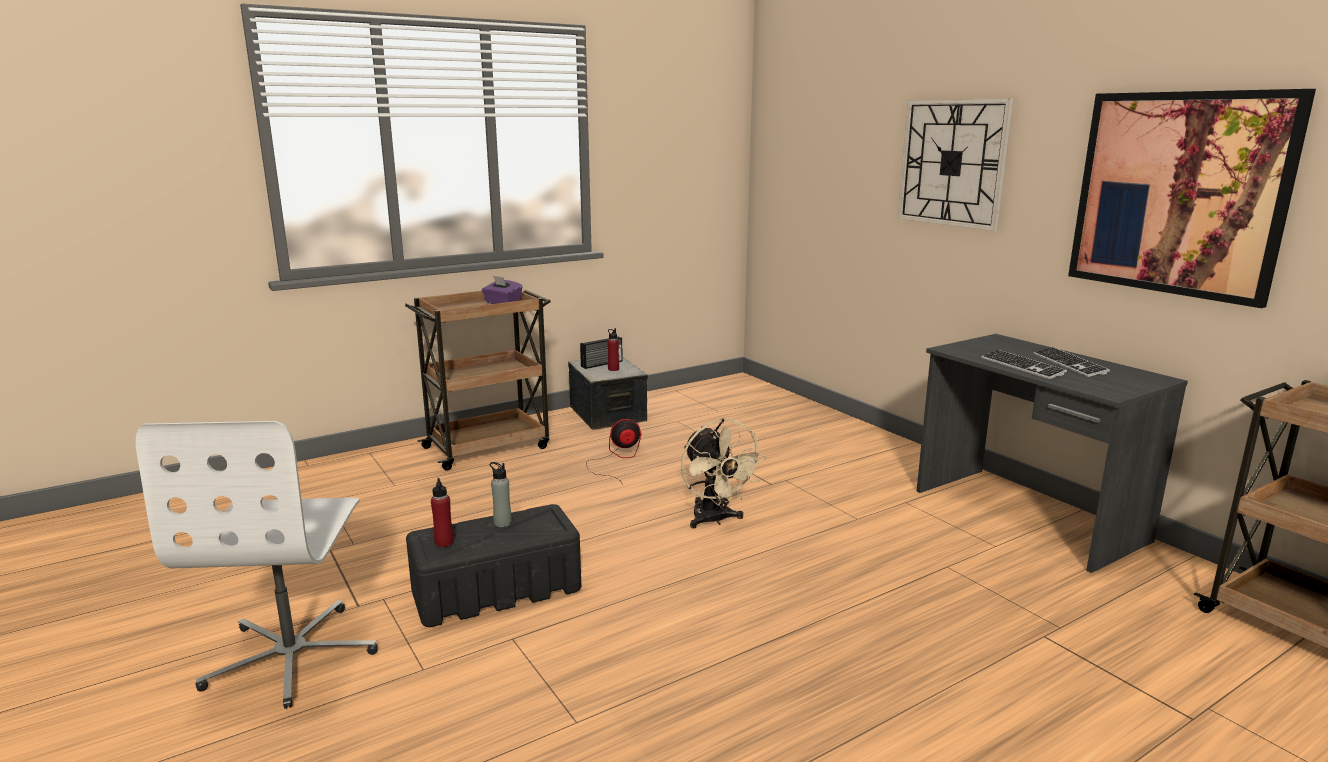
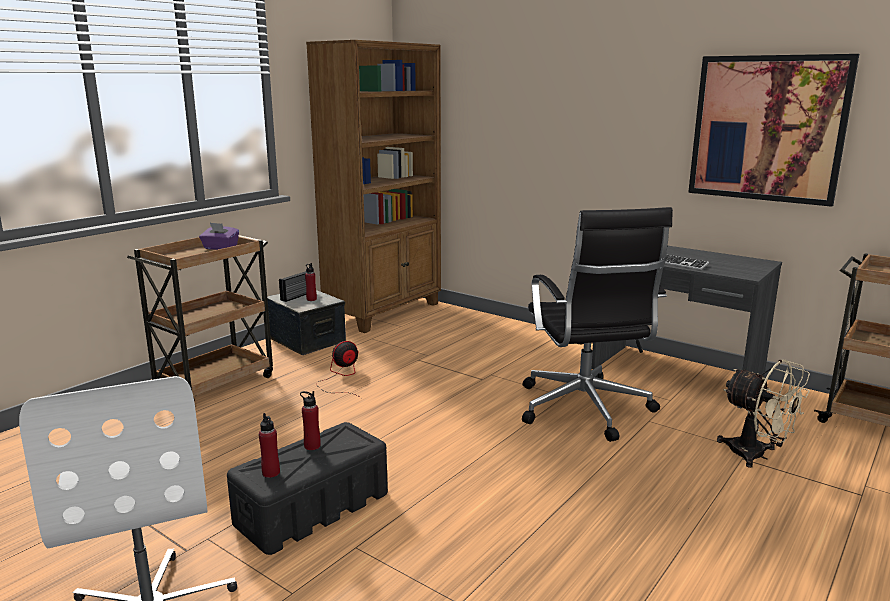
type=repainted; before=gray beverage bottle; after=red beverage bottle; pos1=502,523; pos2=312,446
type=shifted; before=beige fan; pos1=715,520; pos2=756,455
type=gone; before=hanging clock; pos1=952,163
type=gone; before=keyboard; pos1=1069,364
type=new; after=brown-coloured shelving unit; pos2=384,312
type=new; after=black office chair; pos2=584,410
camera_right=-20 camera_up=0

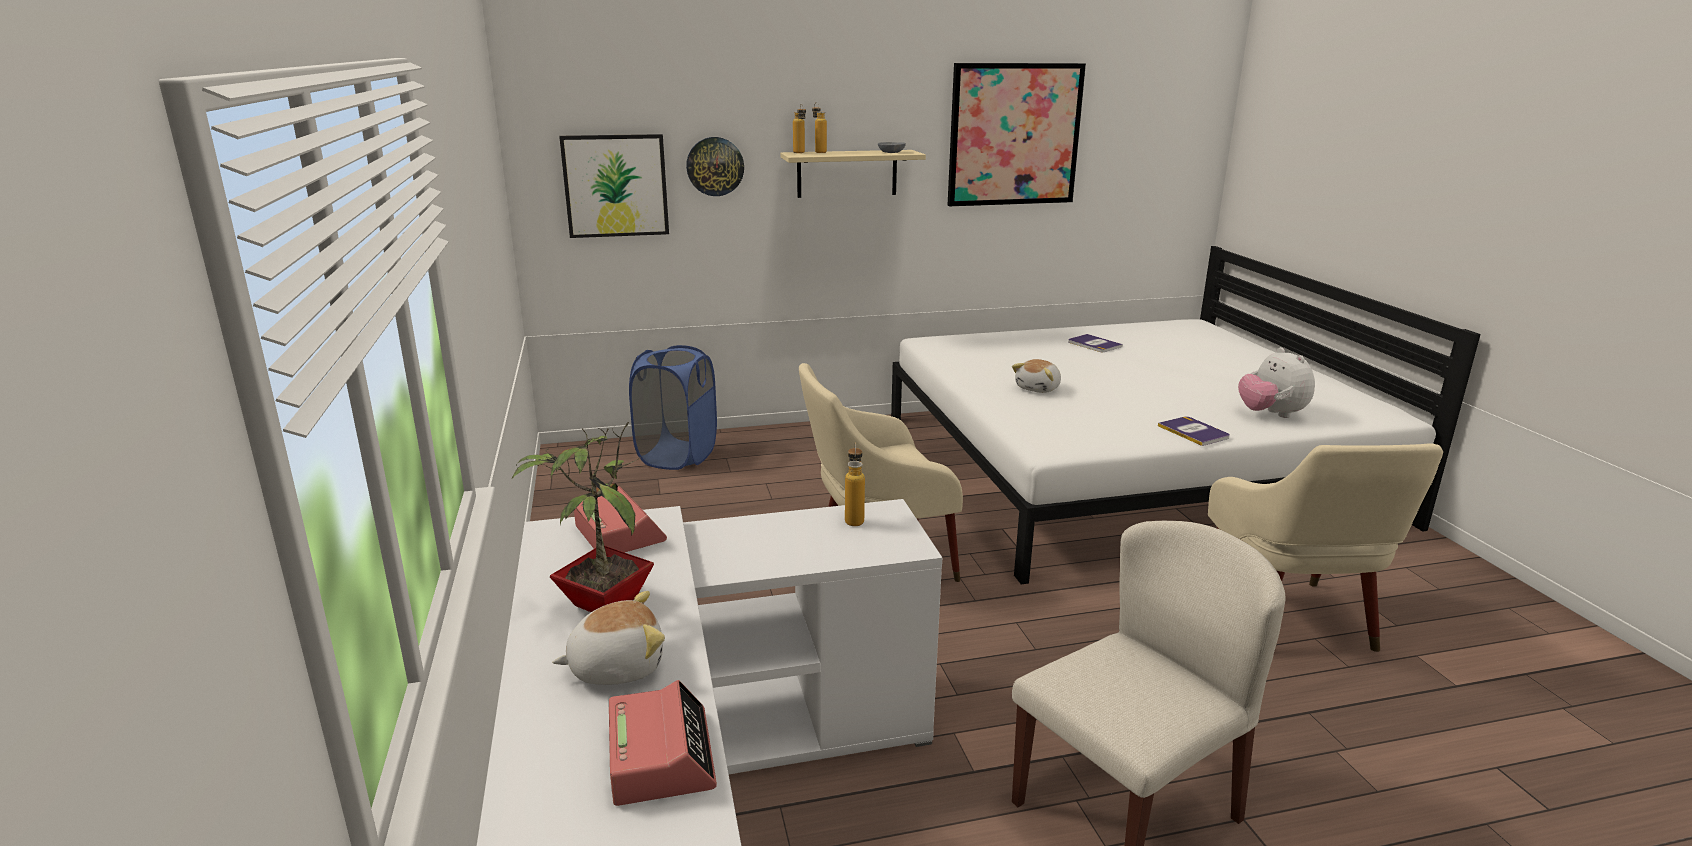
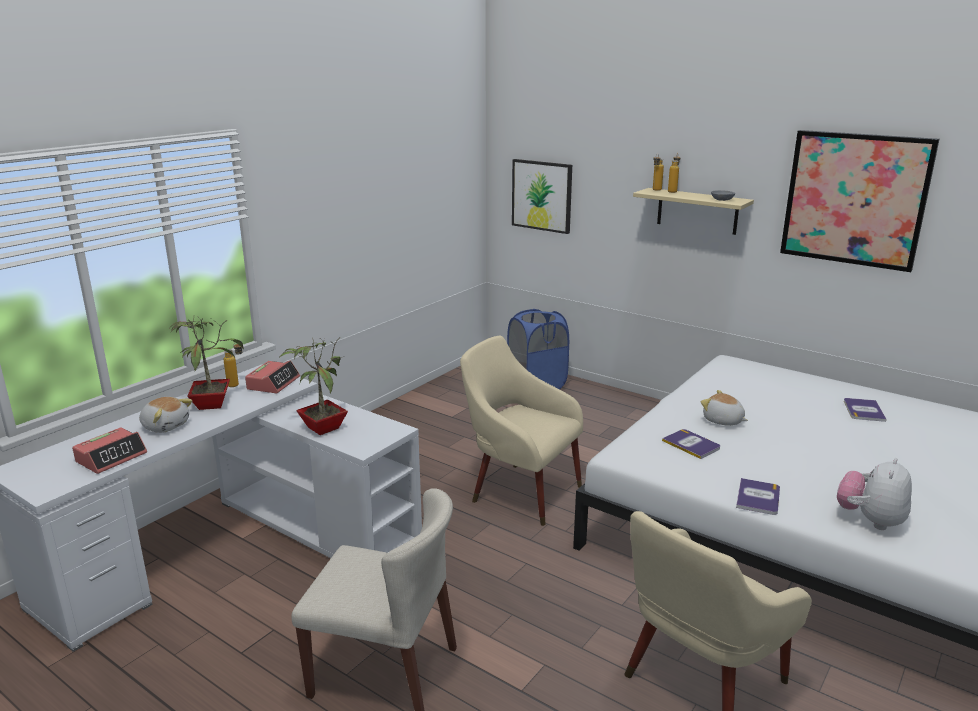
type=gone; before=hanging clock; pos1=715,166
type=shifted; before=beverage bottle; pos1=854,518; pos2=237,384
type=rotated; before=cuddly toy; pos1=1038,388; pos2=723,421; turn=45
type=new; after=plant in a pot; pos2=322,428
type=new; after=volume; pos2=691,444
camera_right=50 camera_up=0

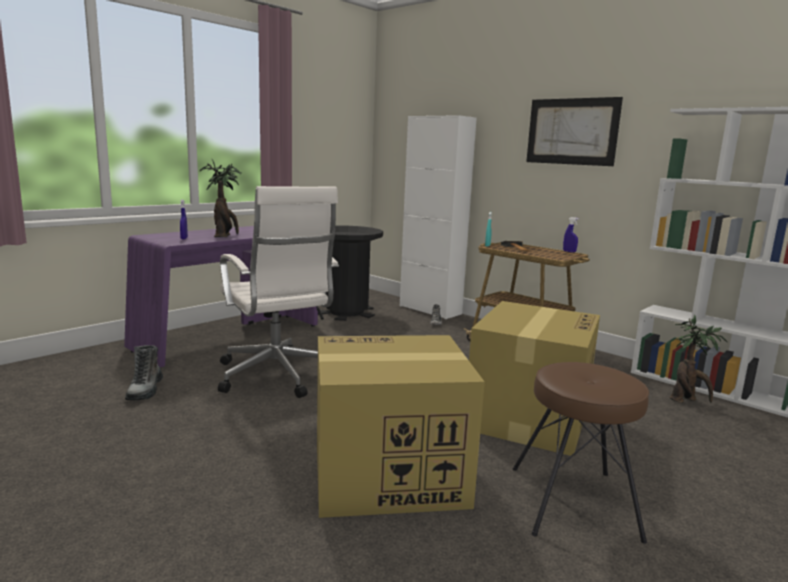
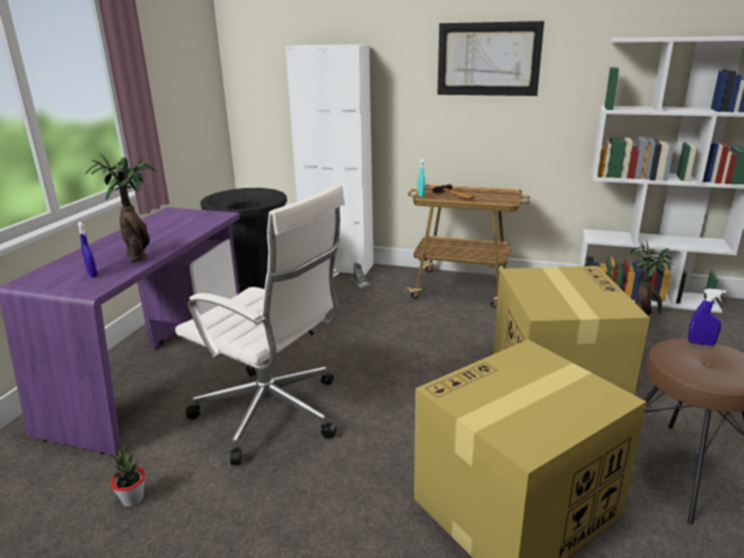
type=swapped; before=boot; after=plant in a pot; pos1=145,390; pos2=132,499
type=shifted; before=bluish sprayer; pos1=569,251; pos2=700,343
camera_right=-25 camera_up=10

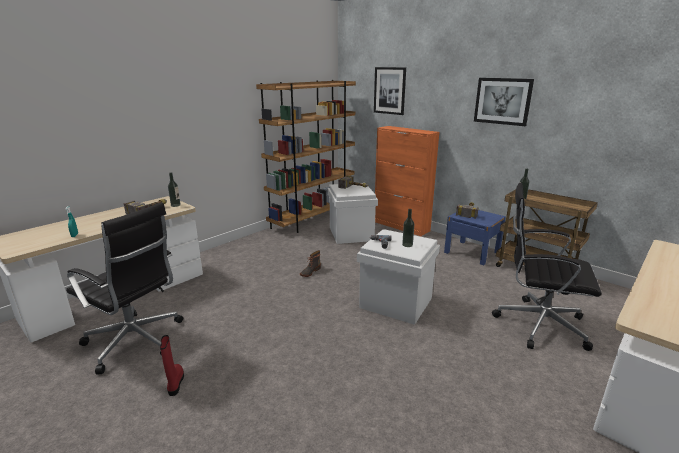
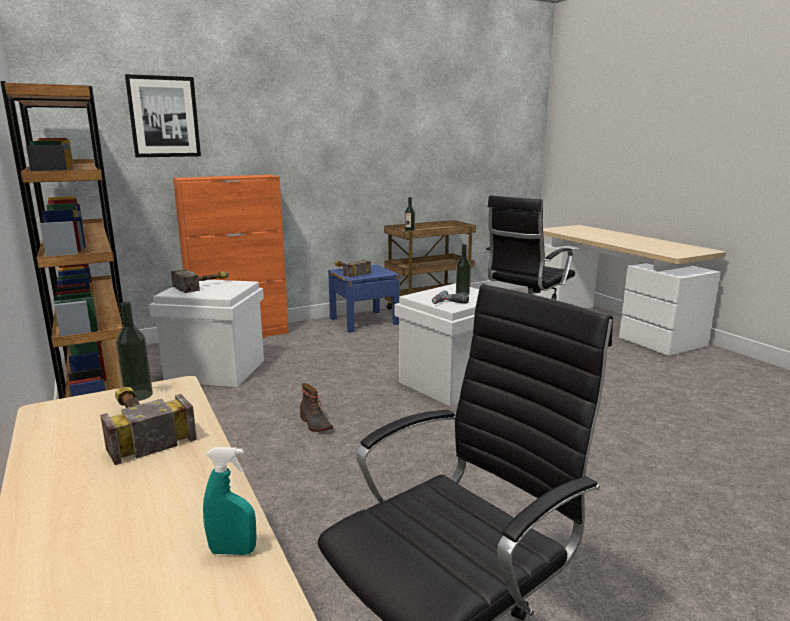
type=gone; before=red boot; pos1=175,382
type=gone; before=wall picture; pos1=502,101
camera_right=-70 camera_up=-5

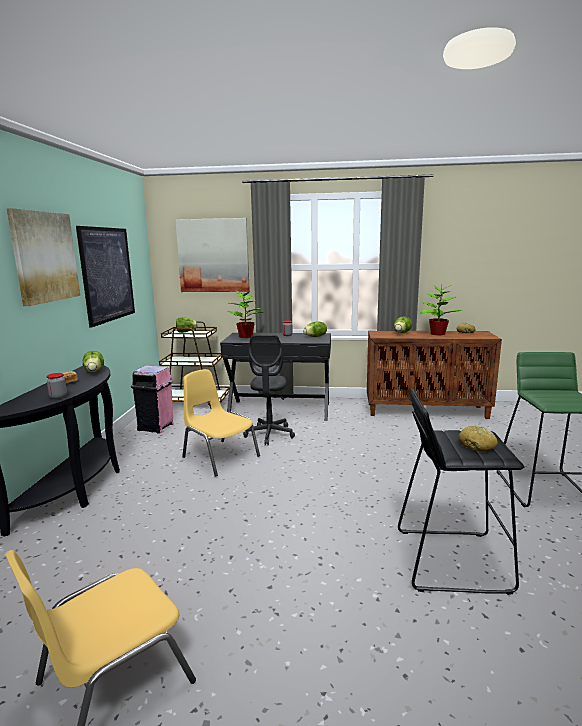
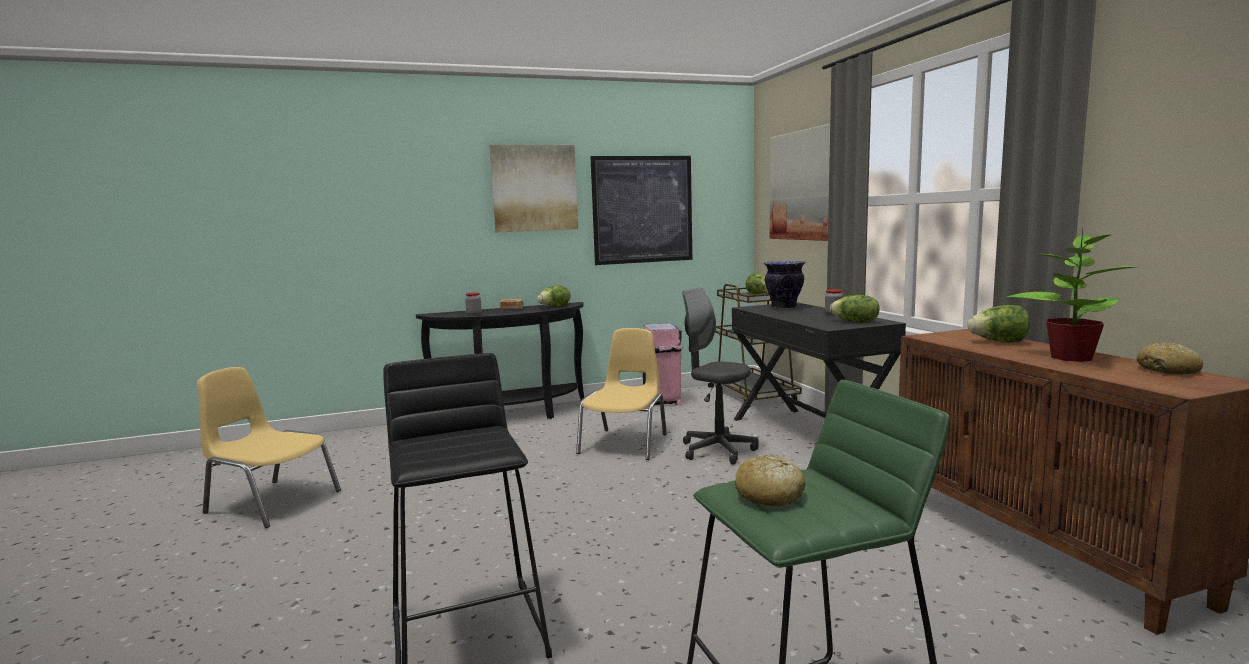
type=swapped; before=plant in a pot; after=flower vase; pos1=246,336; pos2=783,307
type=rotated; before=gray office chair; pos1=269,434; pos2=717,450; turn=60
type=shifted; before=bakery bread; pos1=477,446; pos2=769,495
camera_right=65 camera_up=-5

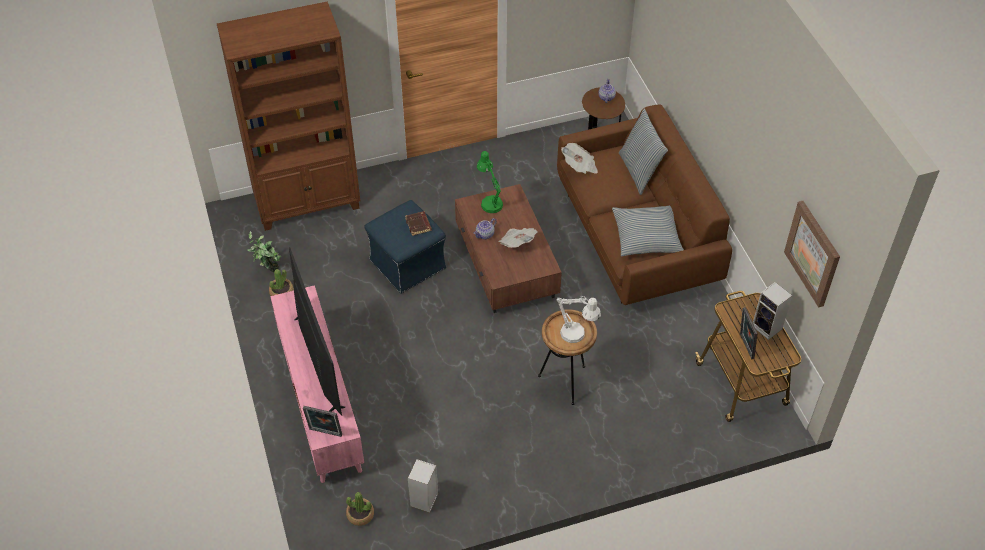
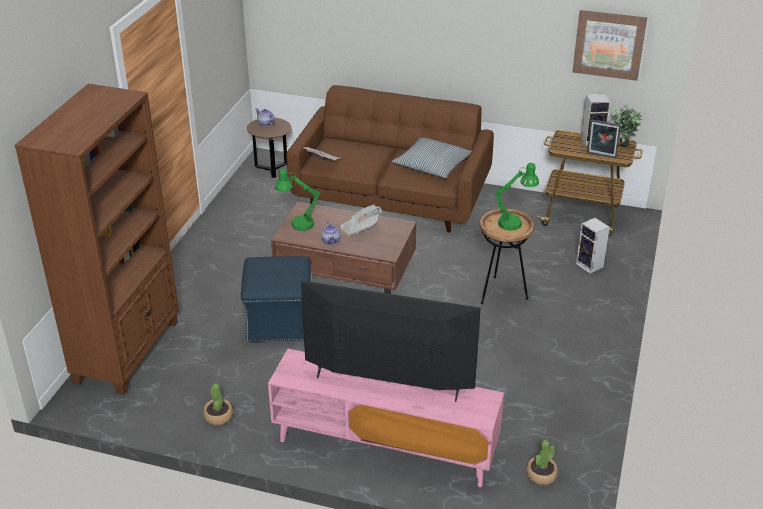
type=shifted; before=plant in a pot; pos1=268,271; pos2=623,148
type=gone; before=picture frame; pos1=325,433
type=gone; before=brown-coloured volume; pos1=419,225
type=shifted; before=speaker; pos1=424,501; pos2=590,266
type=repainted; before=white-coloured table lamp; after=green table lamp; pos1=577,335; pos2=514,222
type=gone; before=throw pillow; pos1=639,171
camera_right=-55 camera_up=-15

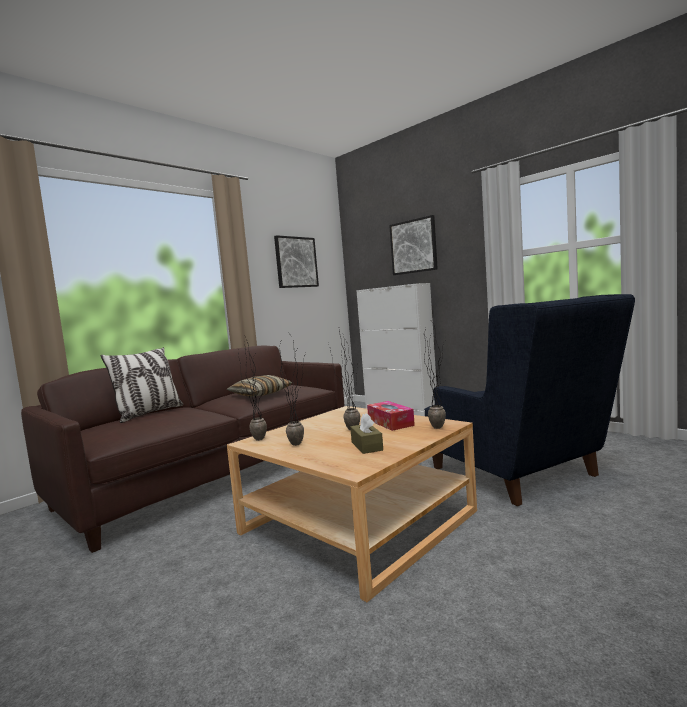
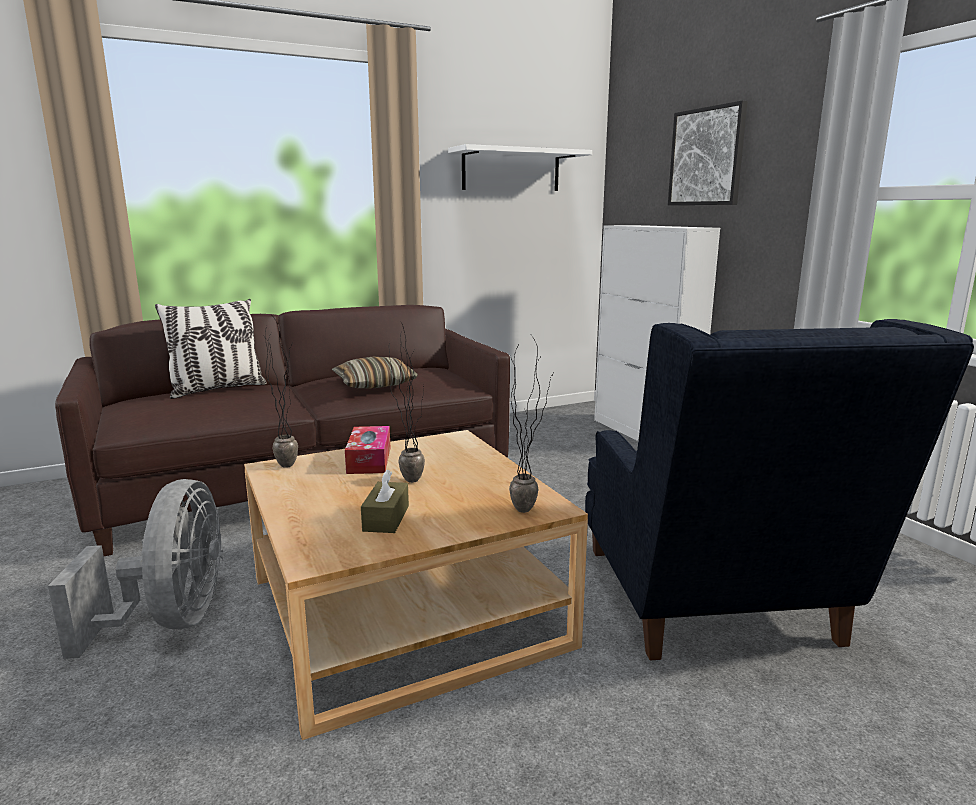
type=swapped; before=wall picture; after=white-coloured shelf; pos1=296,262; pos2=511,170
type=gone; before=plant in a pot; pos1=301,443
type=shifted; before=tissue holder; pos1=390,422; pos2=369,460
type=new; after=gray fan; pos2=172,620
camera_right=20 camera_up=10

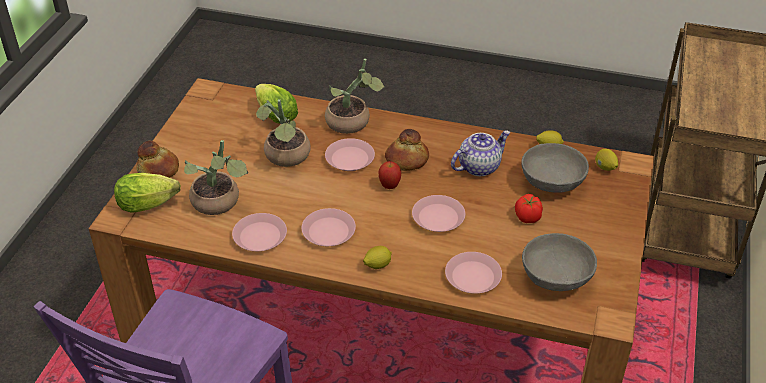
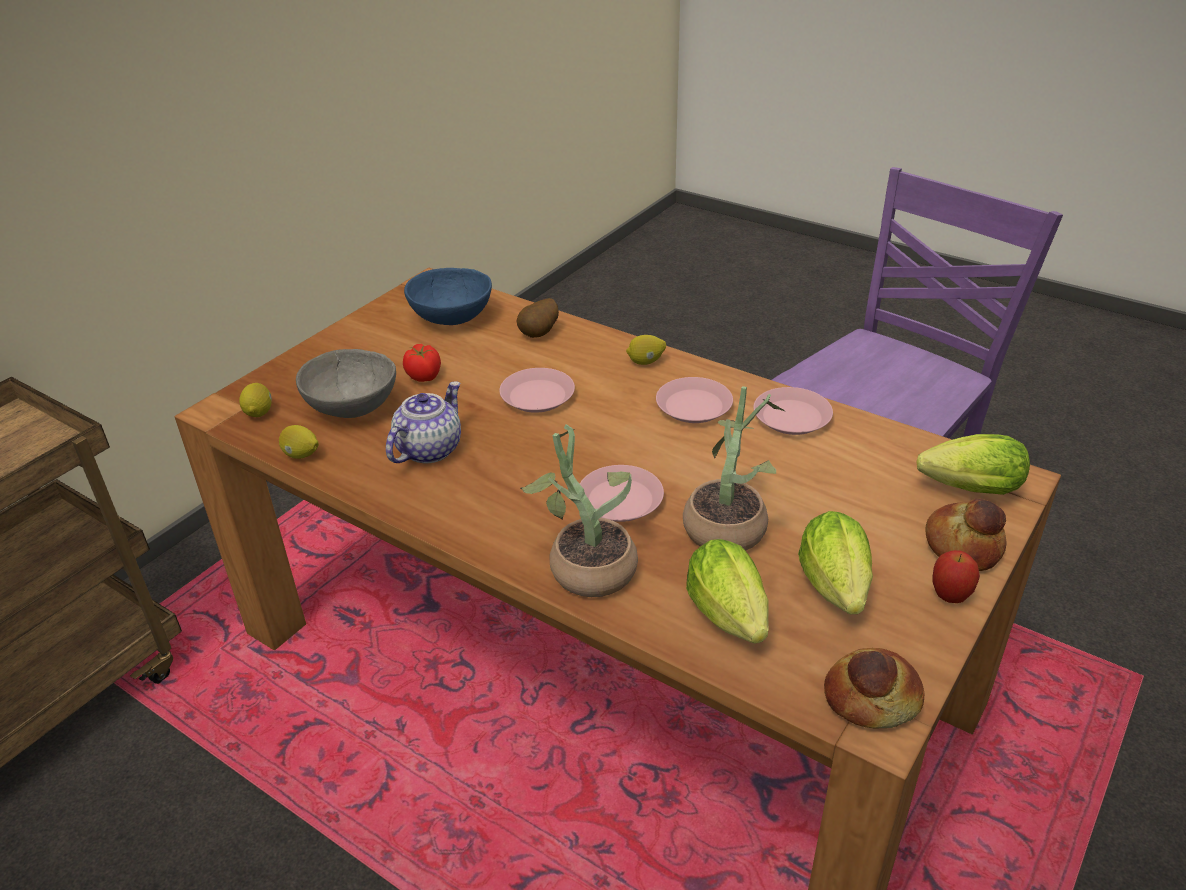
type=gone; before=plant in a pot; pos1=219,204
type=shifted; before=whole apple; pos1=389,186; pos2=949,596
type=shifted; before=bakery bread; pos1=406,160; pos2=872,699
type=swapped; before=pinkish flat dish; after=spud; pos1=473,276; pos2=540,334
type=rotated; before=pot for tea; pos1=479,166; pos2=429,449; turn=135
type=repainted; before=gray bowl; after=bluish bowl; pos1=556,279; pos2=450,318
type=new; after=head of lettuce; pos2=836,591
camera_right=-160 camera_up=-5

